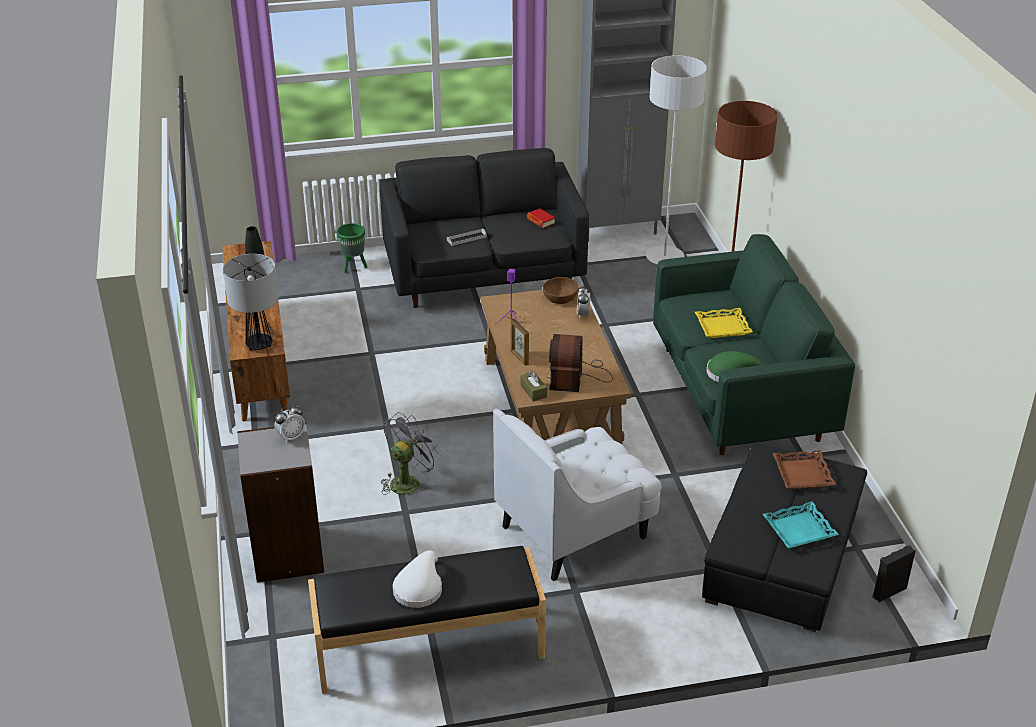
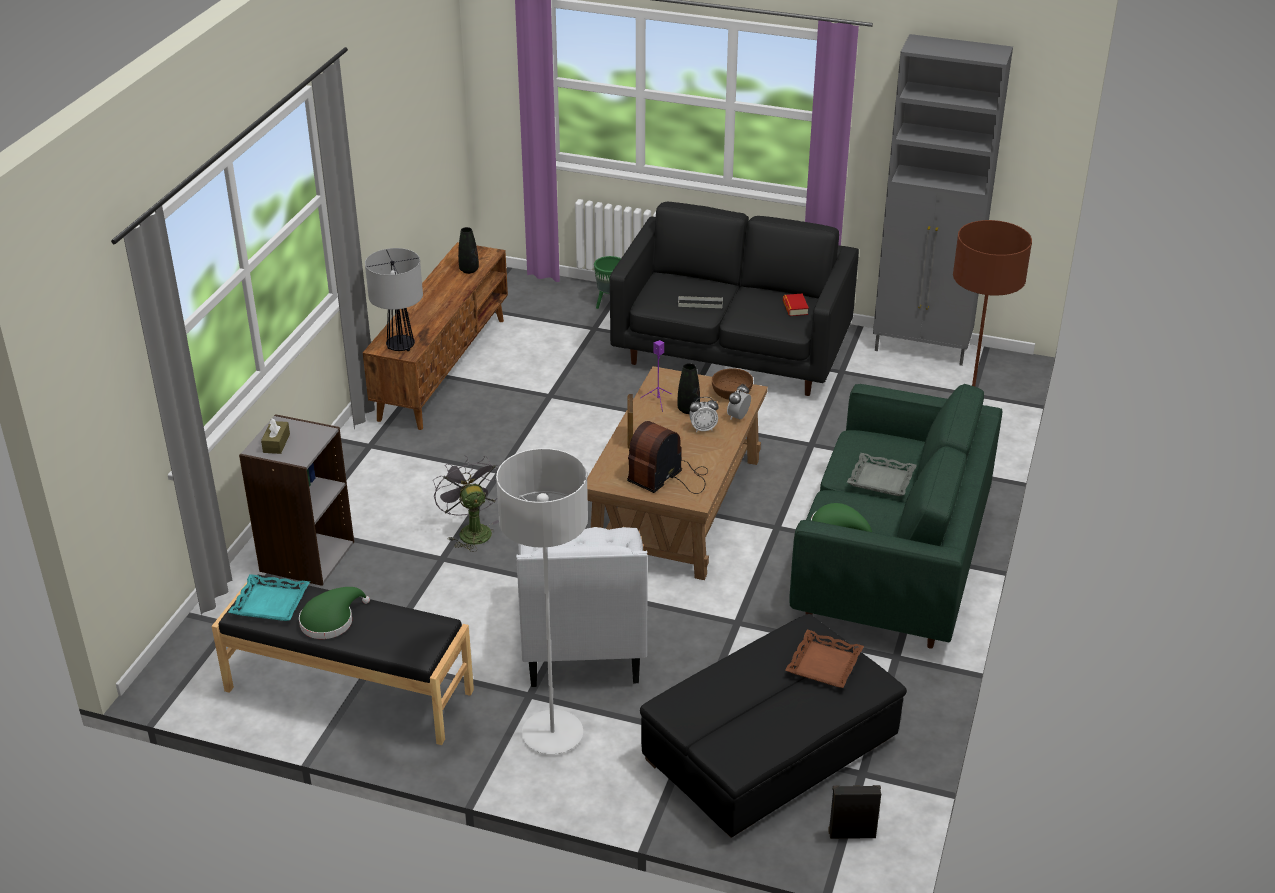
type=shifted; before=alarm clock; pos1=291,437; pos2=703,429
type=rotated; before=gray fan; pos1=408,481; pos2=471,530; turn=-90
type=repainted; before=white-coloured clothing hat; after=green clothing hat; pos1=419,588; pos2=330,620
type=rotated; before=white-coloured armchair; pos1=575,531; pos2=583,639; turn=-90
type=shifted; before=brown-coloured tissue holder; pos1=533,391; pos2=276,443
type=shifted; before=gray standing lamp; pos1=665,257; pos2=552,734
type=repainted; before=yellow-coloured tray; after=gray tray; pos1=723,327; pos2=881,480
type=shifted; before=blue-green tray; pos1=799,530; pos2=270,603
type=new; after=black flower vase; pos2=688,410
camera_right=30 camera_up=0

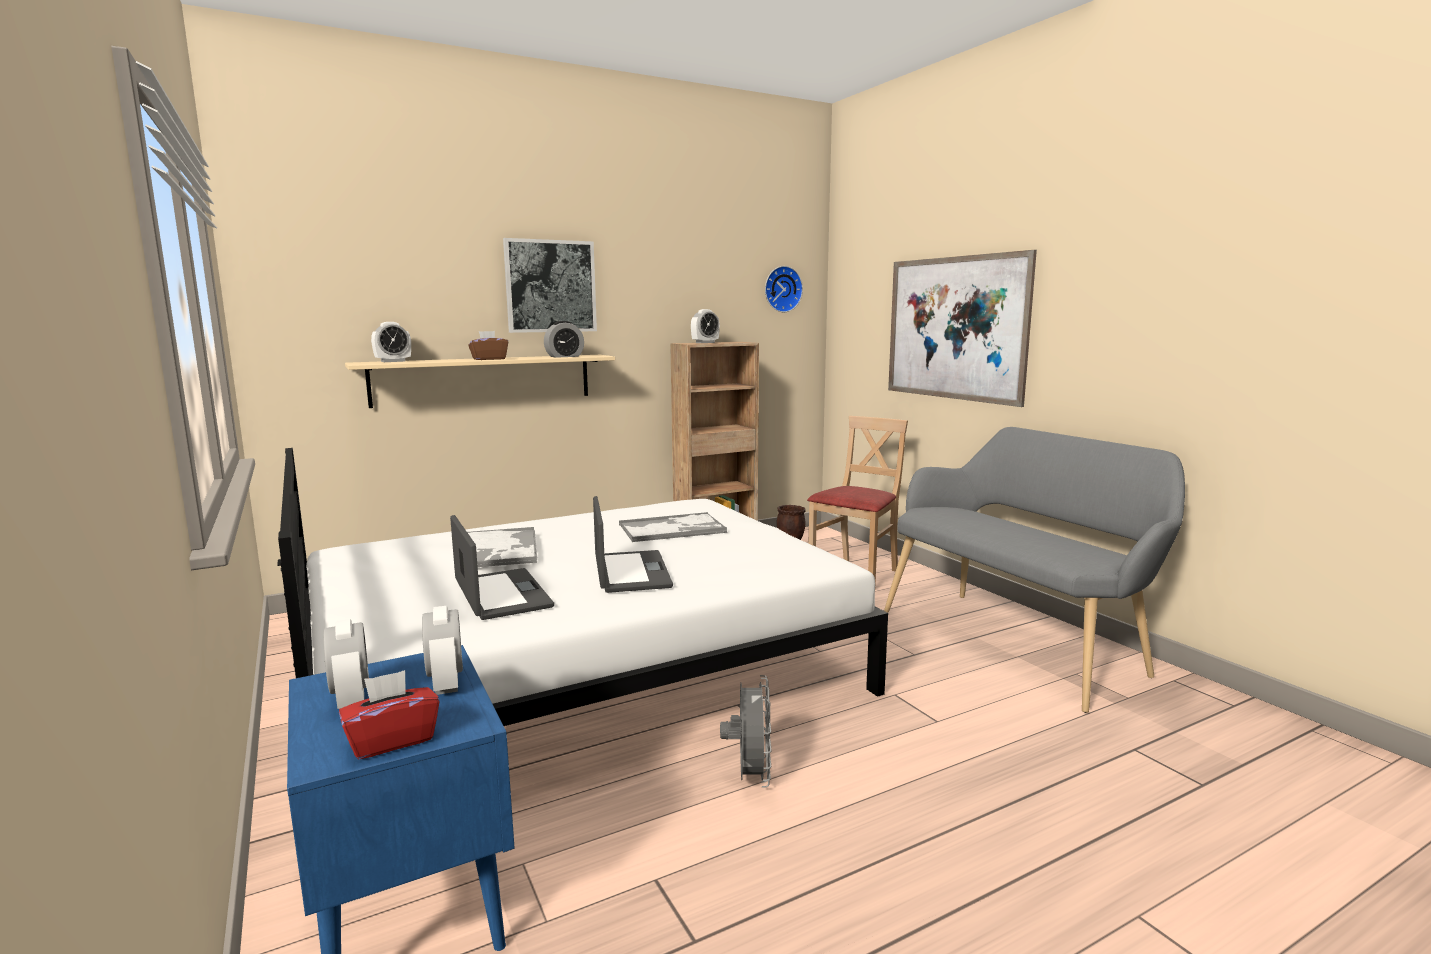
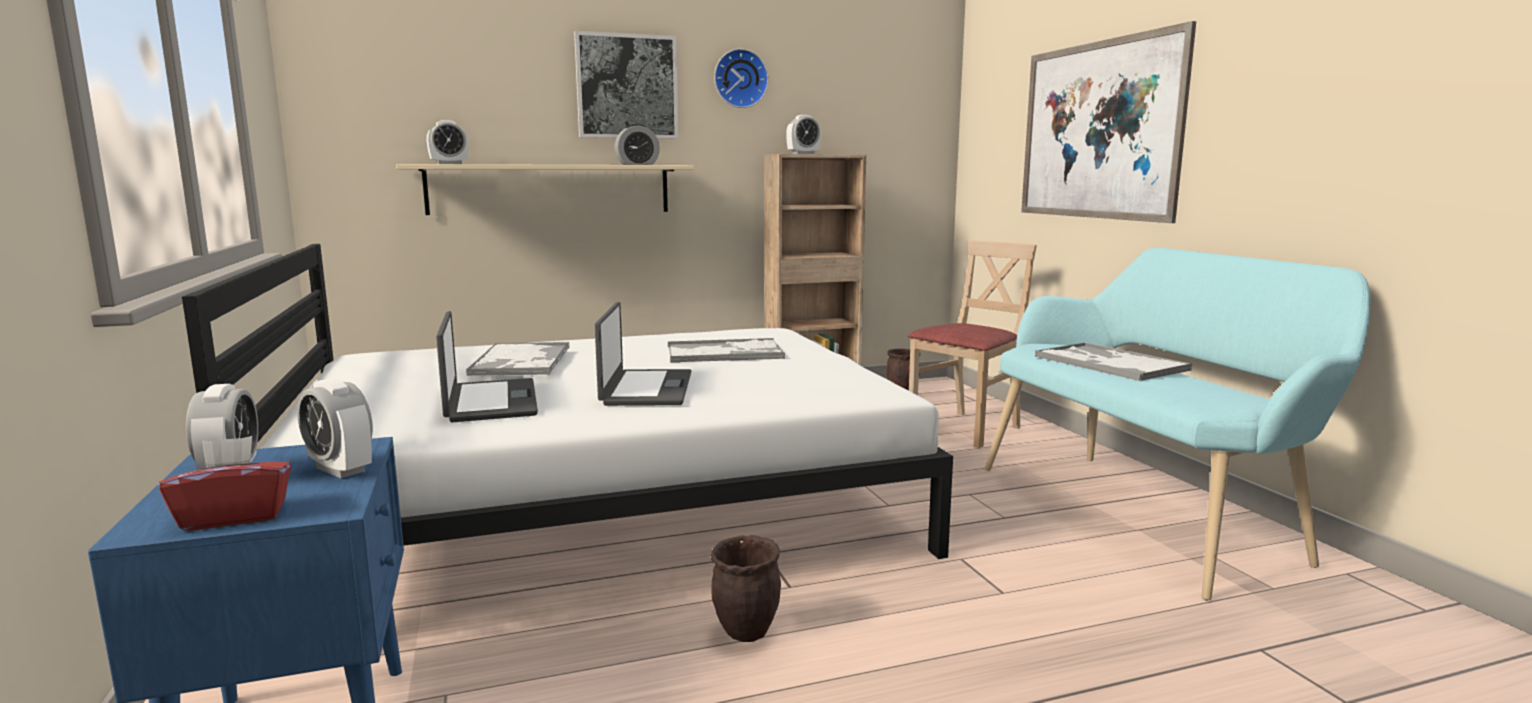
type=rotated; before=alarm clock; pos1=446,683; pos2=340,469; turn=135
type=gone; before=brown-coloured tissue holder; pos1=489,359
type=swapped; before=gray fan; after=brown-coloured planter; pos1=750,777; pos2=745,631
type=shifted; before=hanging clock; pos1=781,289; pos2=740,79
type=repainted; before=gray long seat; after=blue-green long seat; pos1=1017,641; pos2=1144,513
type=new; after=tray; pos2=1109,363
camera_right=10 camera_up=0

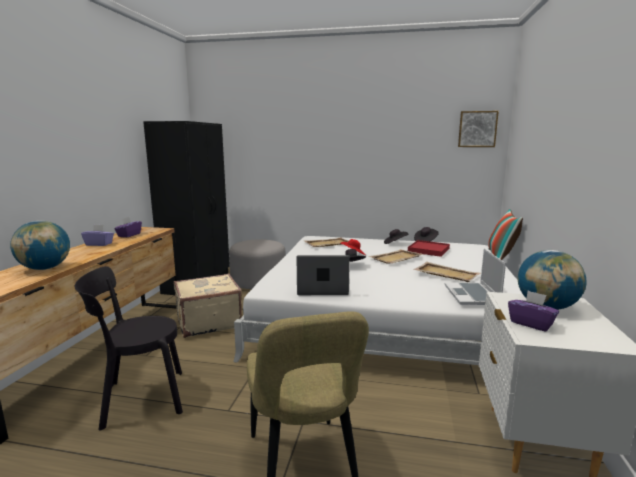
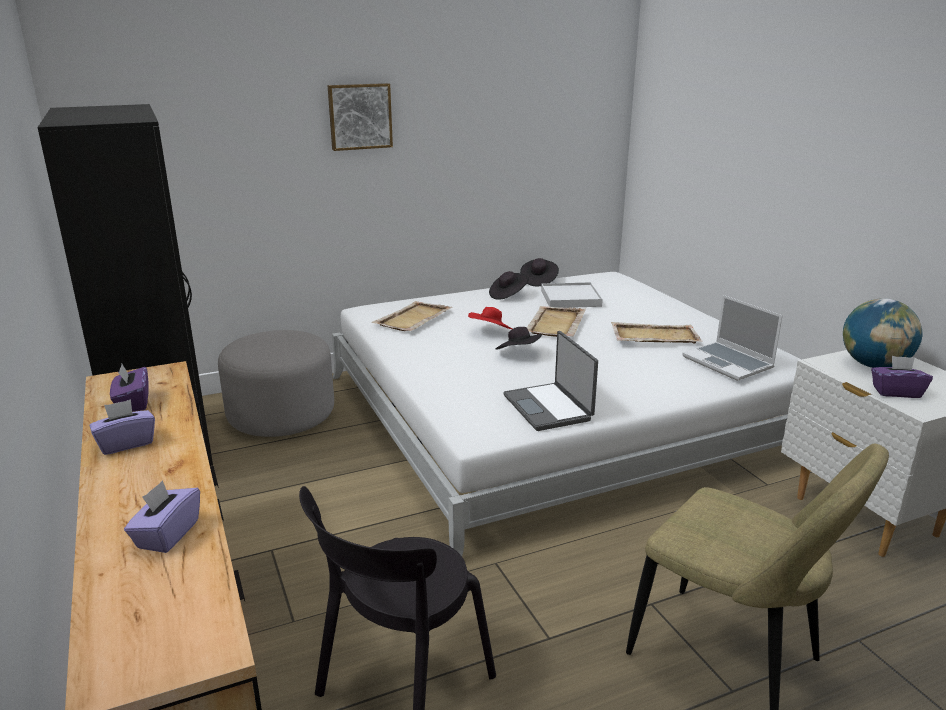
type=swapped; before=desk globe; after=purple tissue holder; pos1=45,268; pos2=167,534
type=gone; before=beige piece of luggage; pos1=208,322
type=rotated; before=portable computer; pos1=322,289; pos2=549,407; turn=-75
type=repainted; before=red tray; after=white-coloured tray; pos1=428,250; pos2=570,298
type=shifted; before=wall picture; pos1=477,129; pos2=359,116
type=gone; before=throw pillow; pos1=501,257
camera_right=-35 camera_up=10

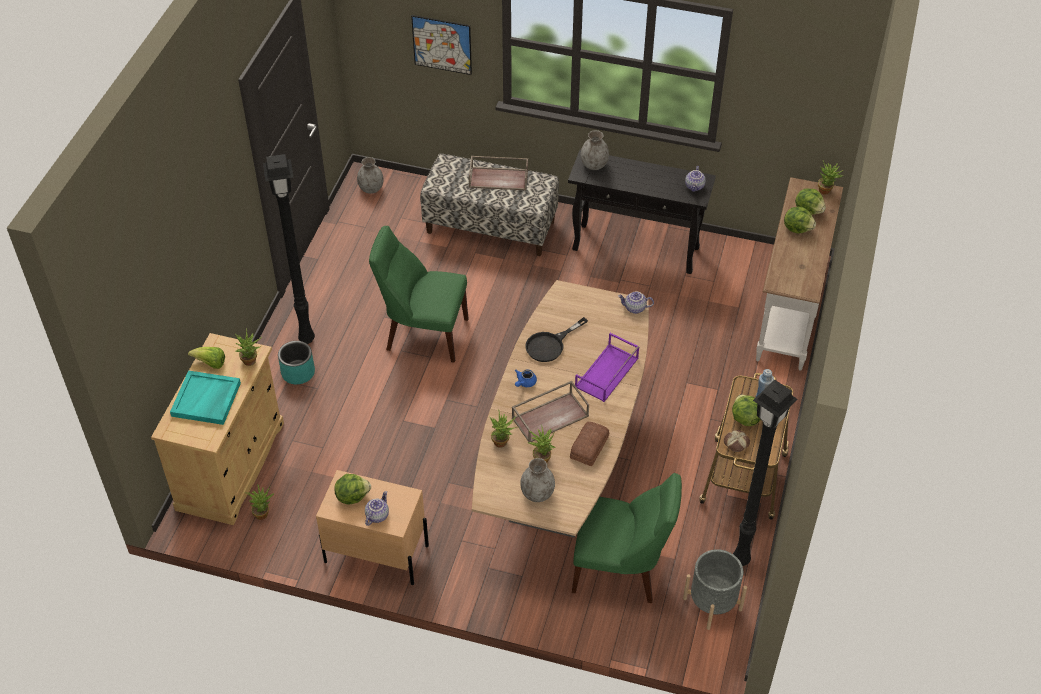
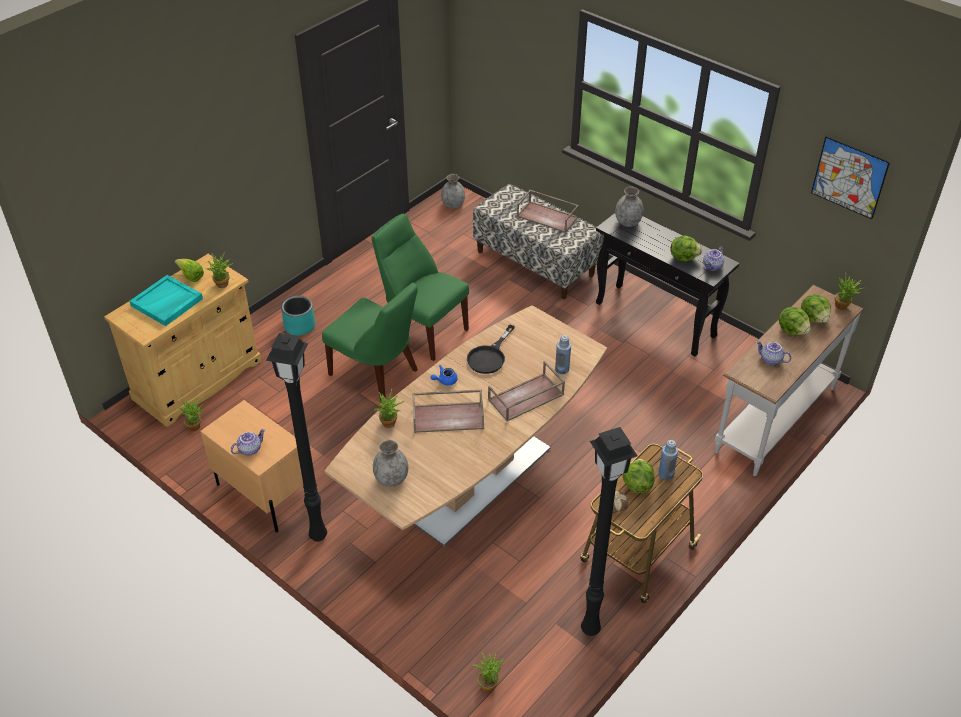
type=shifted; before=black standing lamp; pos1=305,338; pos2=317,534
type=shifted; before=head of lettuce; pos1=352,496; pos2=683,257
type=shifted; before=wall picture; pos1=442,44; pos2=849,177
type=rotated; before=black frying pan; pos1=550,345; pos2=489,356; turn=-45
type=shifted; before=plant in a pot; pos1=541,457; pos2=489,683
type=gone; before=bakery bread; pos1=588,447
type=shifted; before=green plain chair; pos1=621,570; pos2=377,374
type=repainted; before=purple tray; after=brown-coloured tray; pos1=607,373; pos2=525,398
type=shifted; before=pot for tea; pos1=634,308; pos2=770,360
type=gone; before=gray planter; pos1=712,604
type=new; after=bluish beverage bottle; pos2=562,369
camera_right=25 camera_up=-5

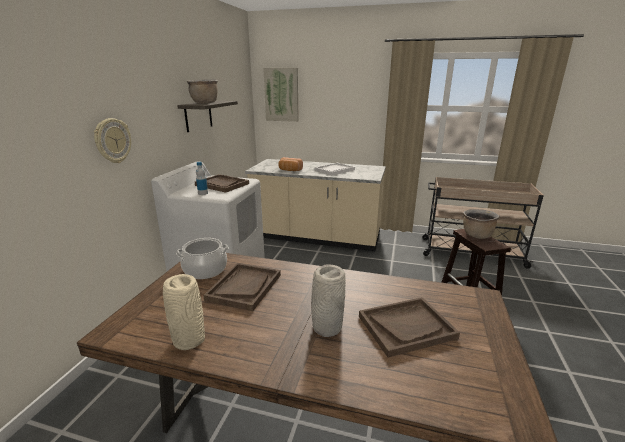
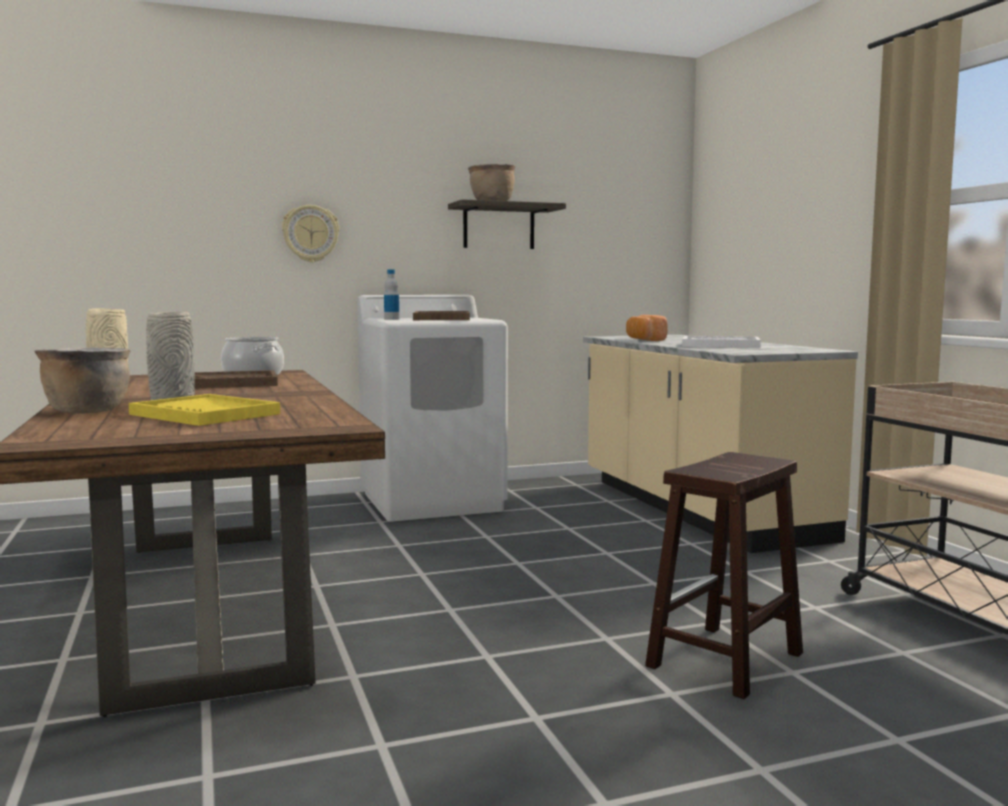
type=gone; before=wall picture; pos1=281,95
type=repainted; before=brown-coloured tray; after=yellow-coloured tray; pos1=406,327; pos2=205,414
type=shifted; before=brown-coloured stockpot; pos1=476,235; pos2=87,411
camera_right=55 camera_up=-15

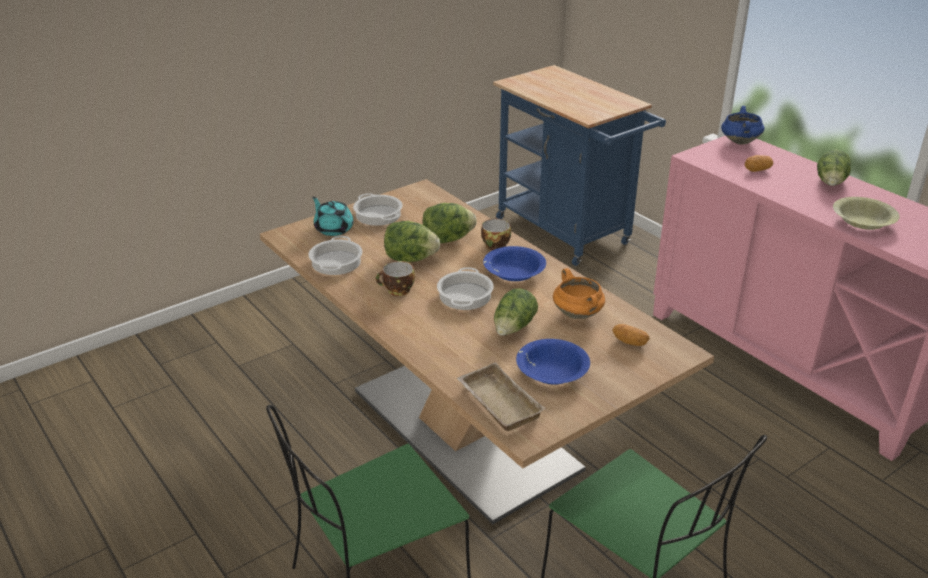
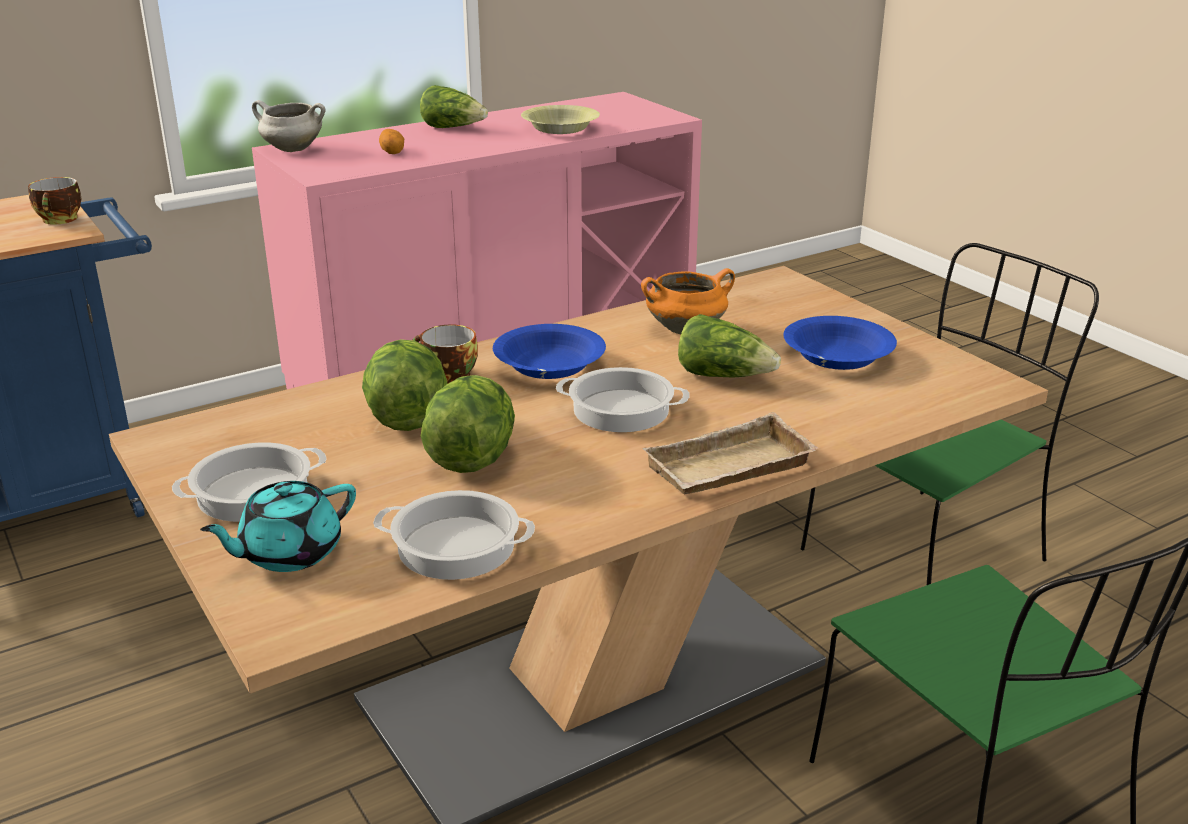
type=shifted; before=cup; pos1=397,291; pos2=60,220
type=shifted; before=beige tray; pos1=497,402; pos2=730,469
type=gone; before=spud; pos1=629,342
type=repainted; before=bluish stockpot; after=white-coloured stockpot; pos1=739,141; pos2=291,150
camera_right=-85 camera_up=-5

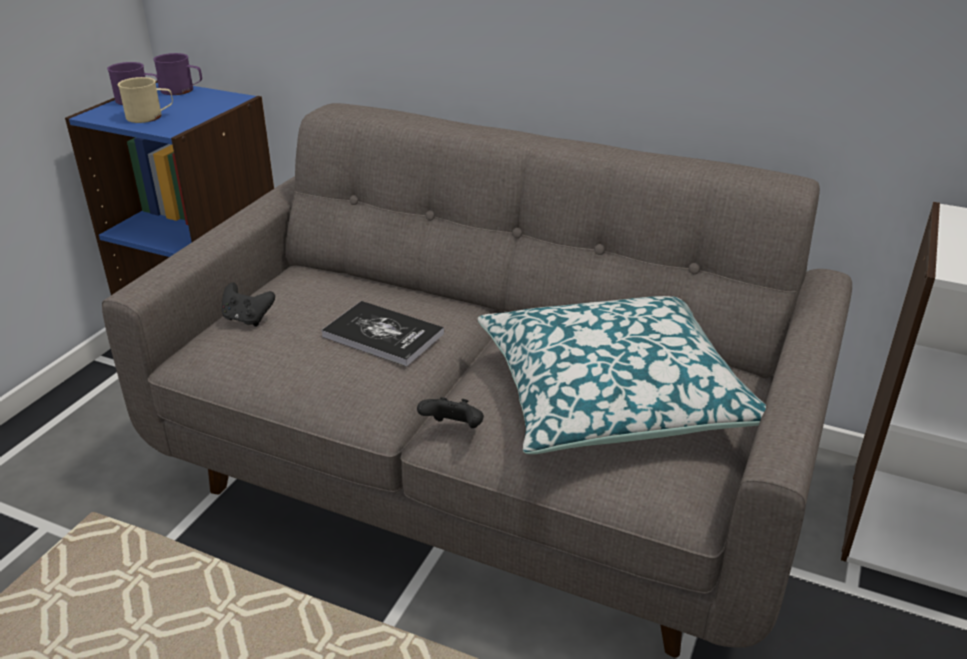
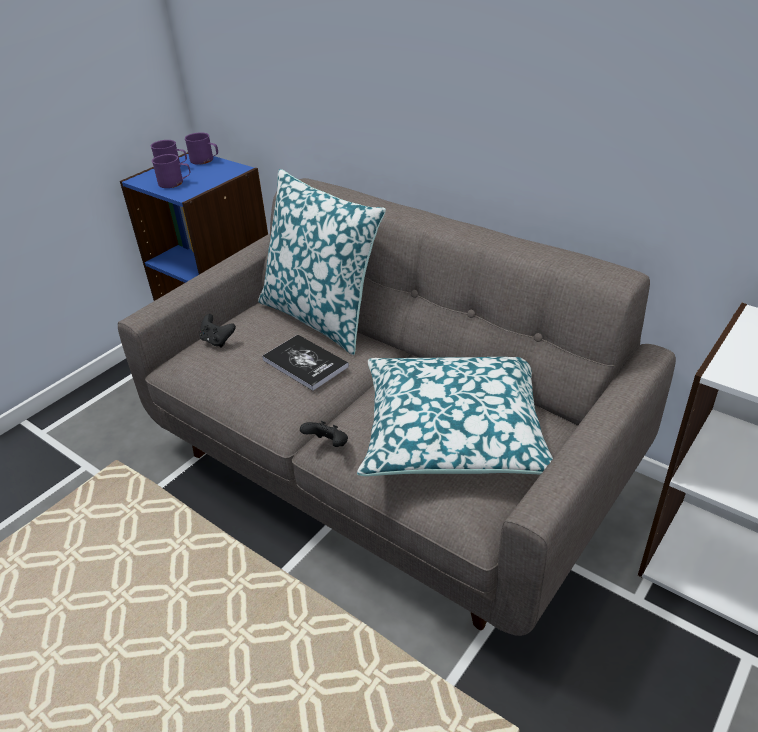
type=repainted; before=beige coffee mug; after=purple coffee mug; pos1=150,116; pos2=175,183
type=new; after=throw pillow; pos2=322,316
camera_right=15 camera_up=5

